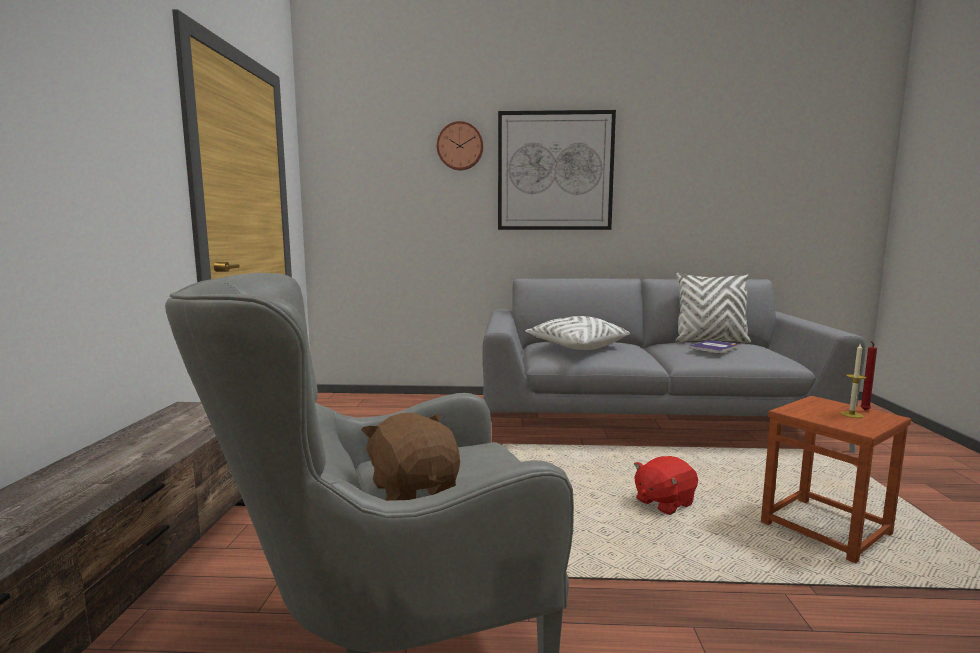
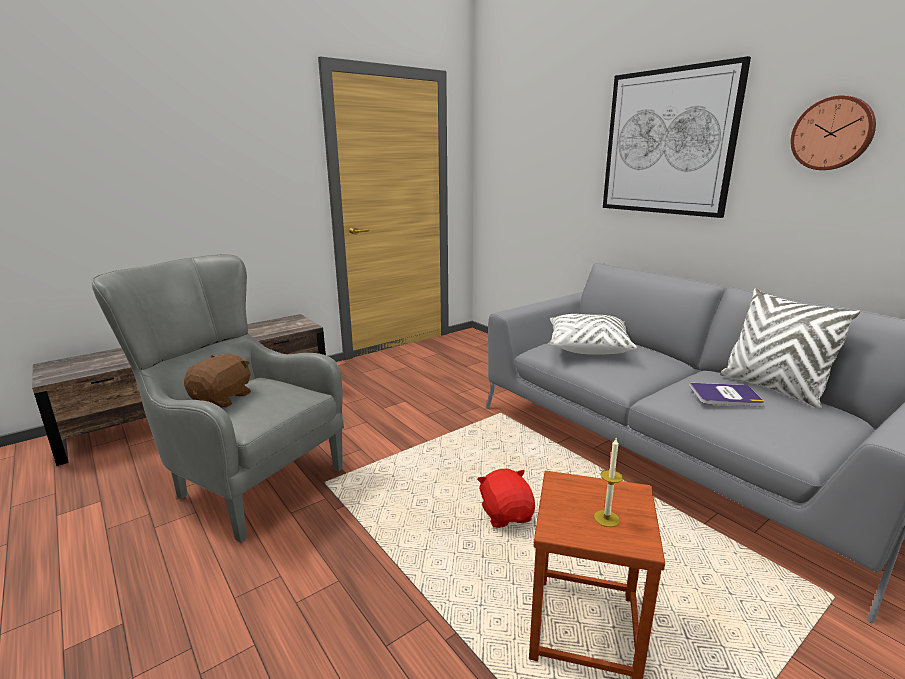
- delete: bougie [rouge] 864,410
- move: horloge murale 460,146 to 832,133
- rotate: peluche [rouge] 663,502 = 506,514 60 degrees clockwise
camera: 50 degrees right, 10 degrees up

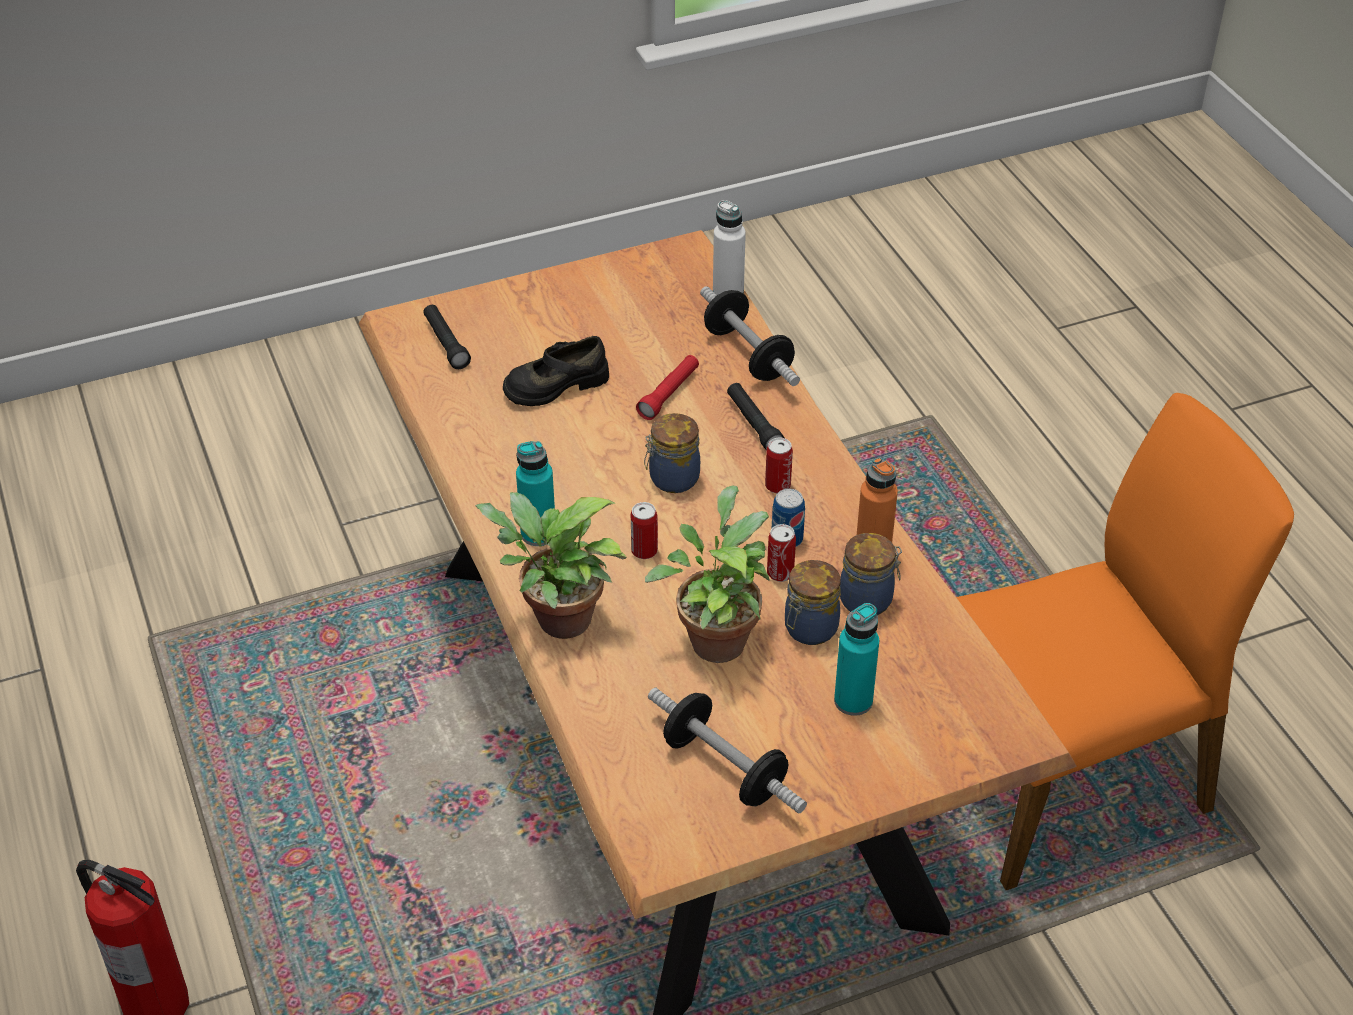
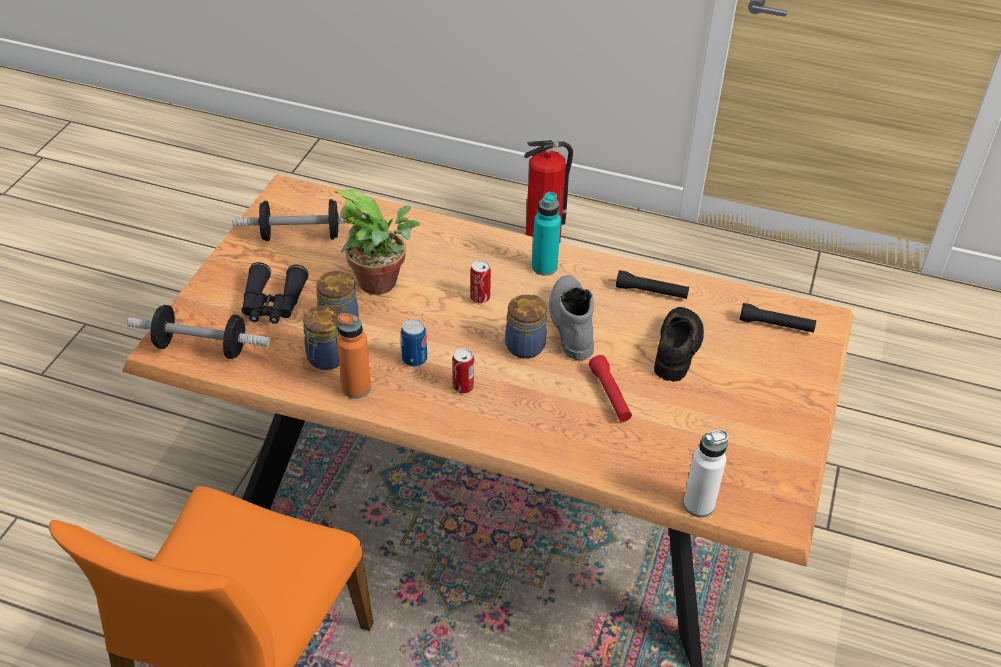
- delete: plante en pot 556,620
- delete: boîte métallique 780,573
- insert: botte [gris] 570,323
- move: haltère 748,354 to 201,347
- move: lampe de poche [noir] 754,424 to 651,292
- replace: bouteille [turquoise] 853,701 to jumelles [noir] 273,303
camera: 130 degrees right, 0 degrees up

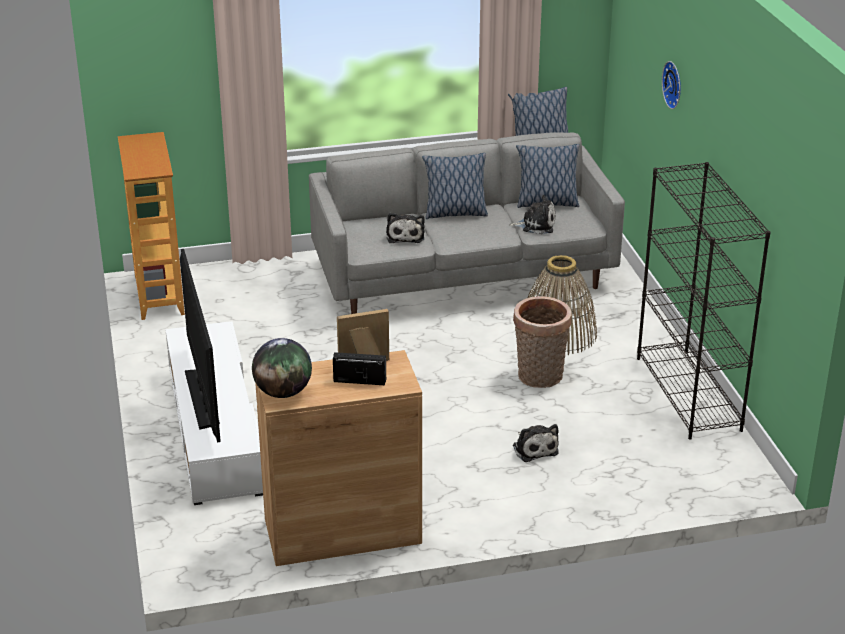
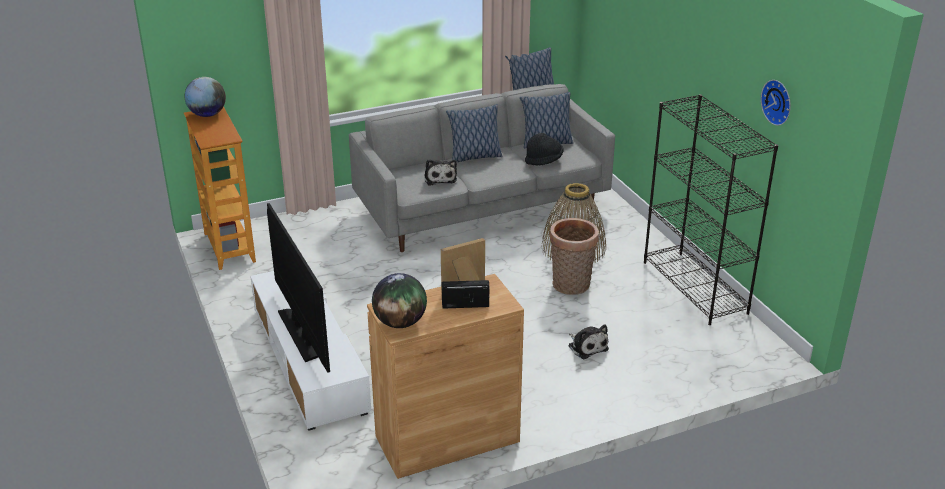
- insert: globe 207,115
- move: horloge murale 674,84 to 778,102
- replace: peluche 536,225 to chapeau [noir] 544,161
camera: 10 degrees left, 0 degrees up

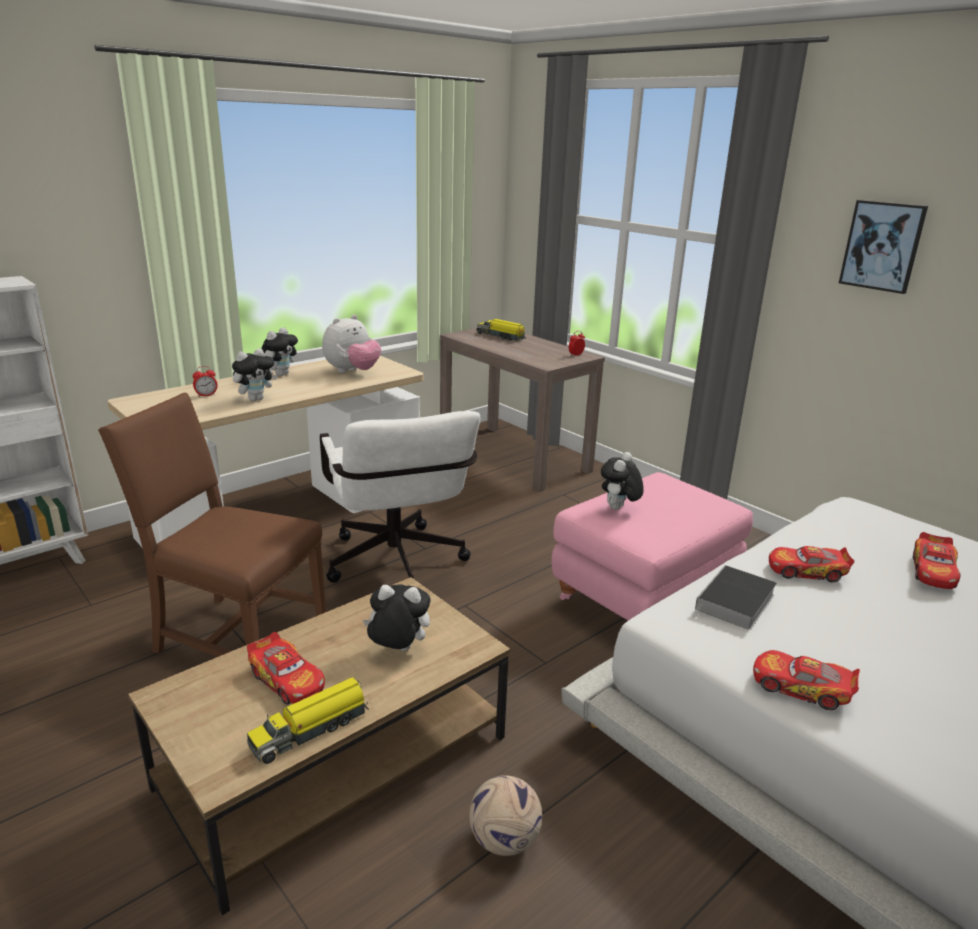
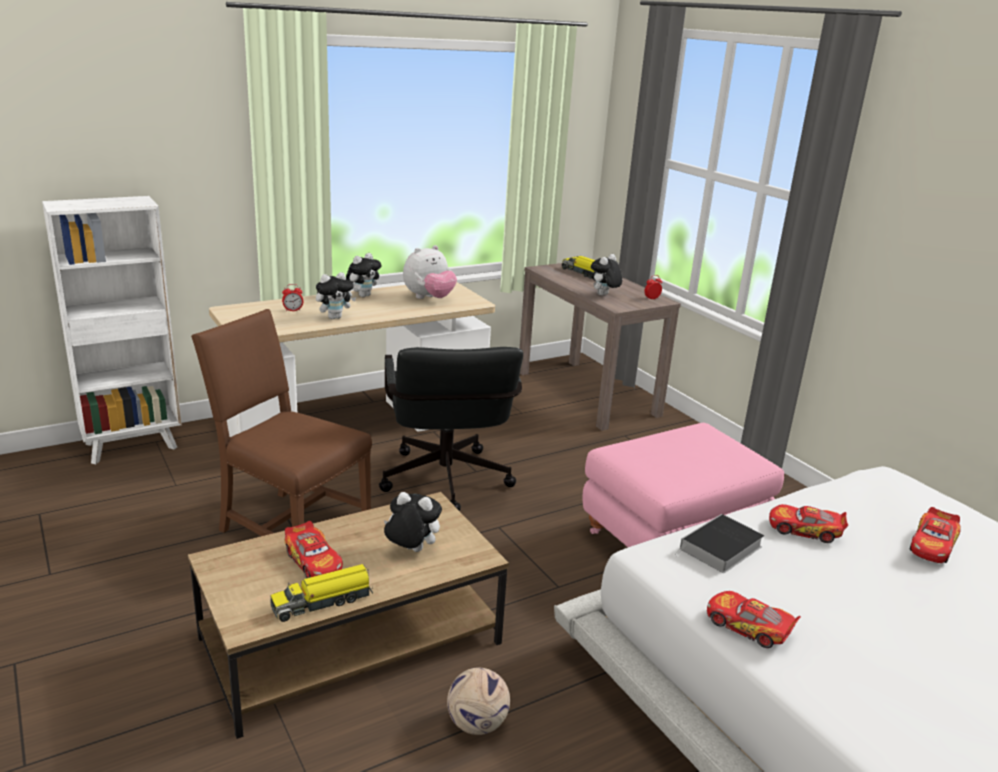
- delete: tableau 882,246
- move: peluche 618,509 to 603,295
- recolor: chaise de bureau [blanc] 398,567 to chaise de bureau [noir] 446,485
camera: 10 degrees right, 0 degrees up

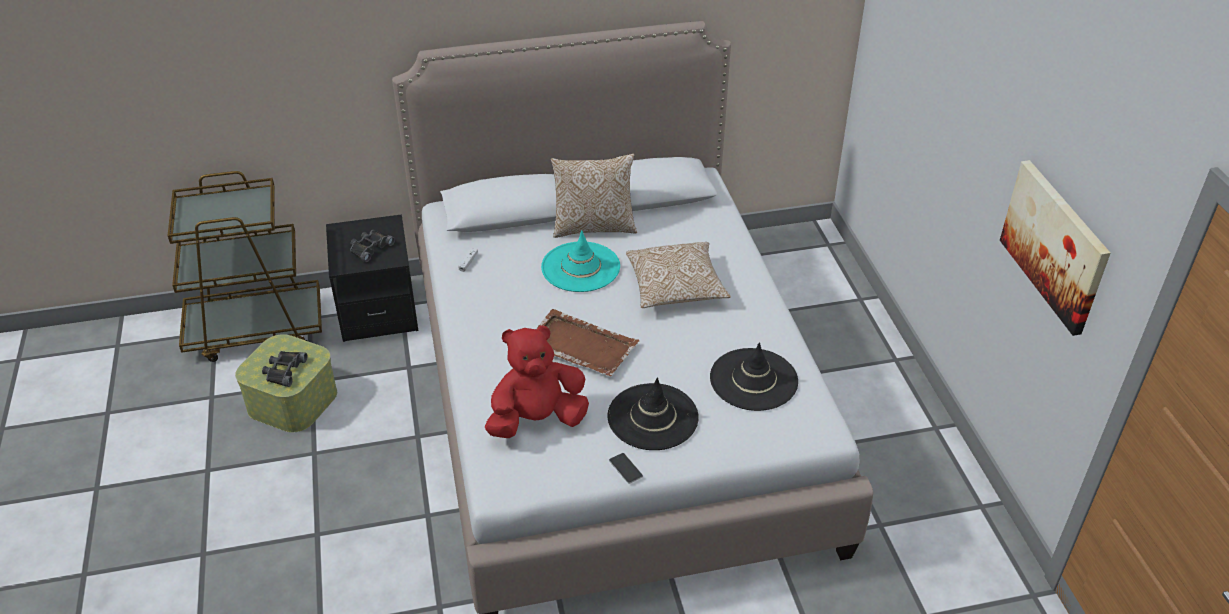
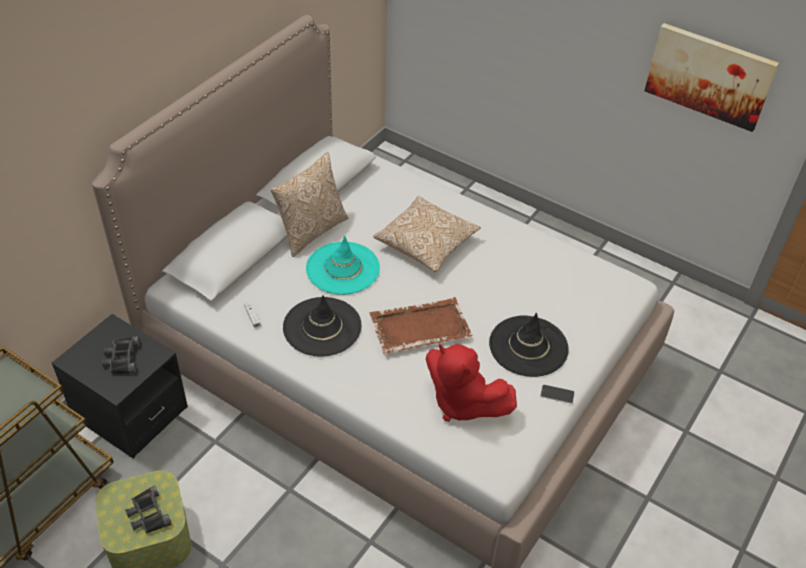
- move: chapeau [noir] 753,380 to 322,327
- rotate: peluche [rouge] 537,420 = 462,402 75 degrees counterclockwise
camera: 45 degrees left, 5 degrees up

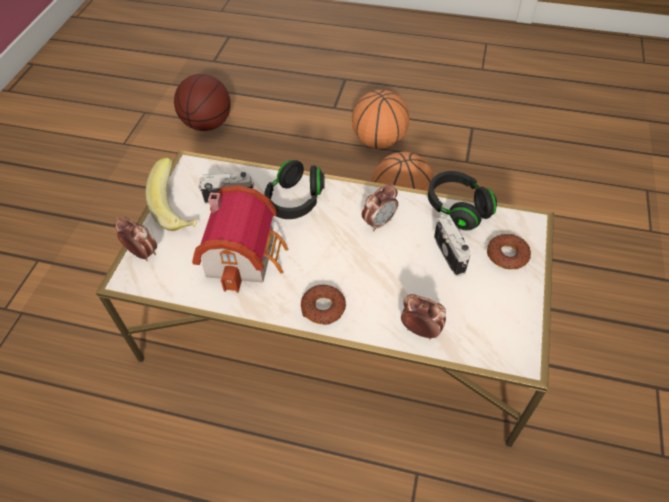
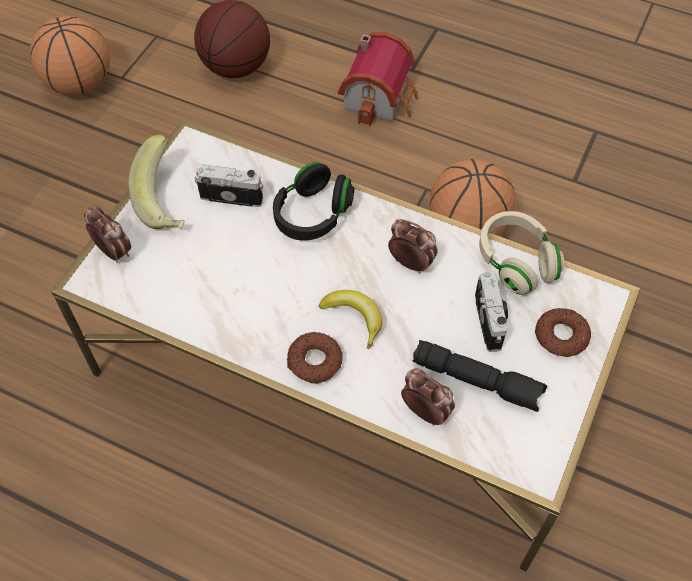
- insert: banane 354,317
- insert: lampe de poche [noir] 478,380
- move: maison miniature 246,255 to 380,97
- move: ballon de basket 379,141 to 79,84
- recolor: casque audio [noir] 458,208 to casque audio [beige] 516,262
- rotate: réveil 379,222 = 410,263 120 degrees counterclockwise
camera: 10 degrees right, 5 degrees up

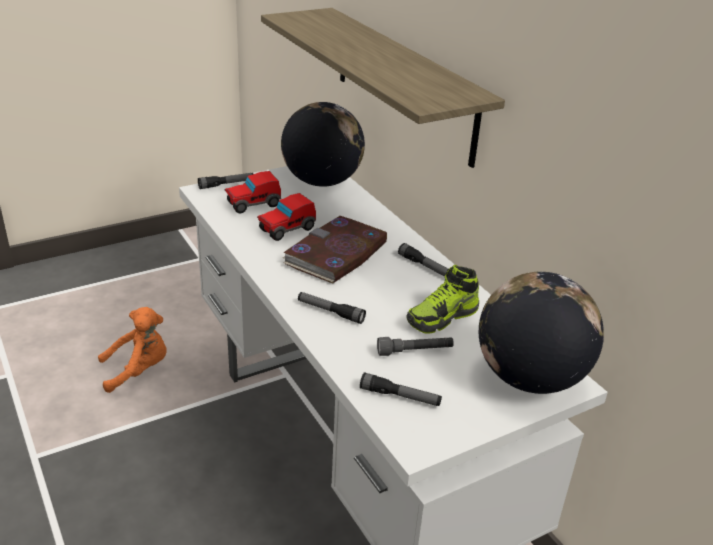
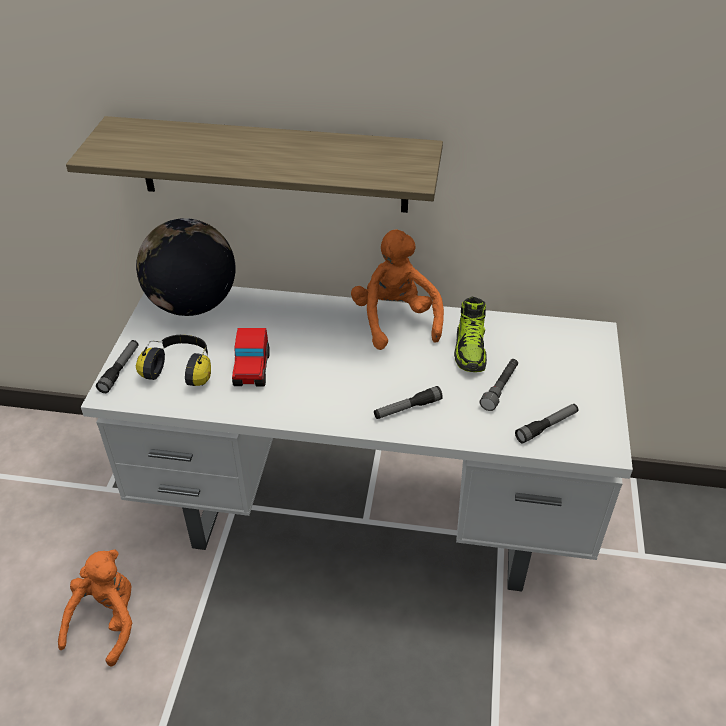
- delete: livre 336,254
- delete: globe 529,378
- replace: petite voiture 253,204 to casque audio 181,370
- replace: lampe de poche 425,267 to peluche [orange] 395,320
camera: 50 degrees left, 10 degrees up

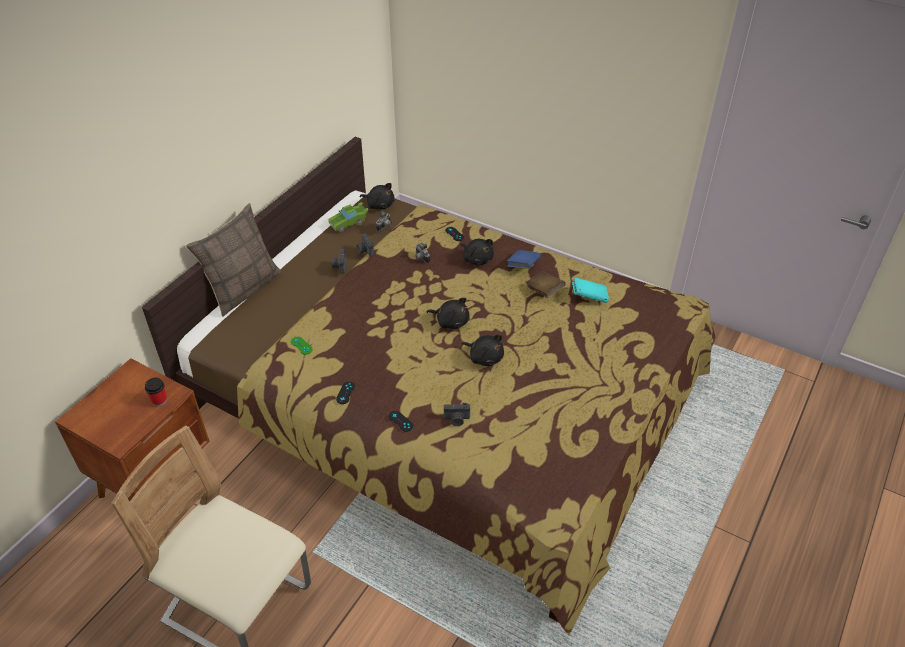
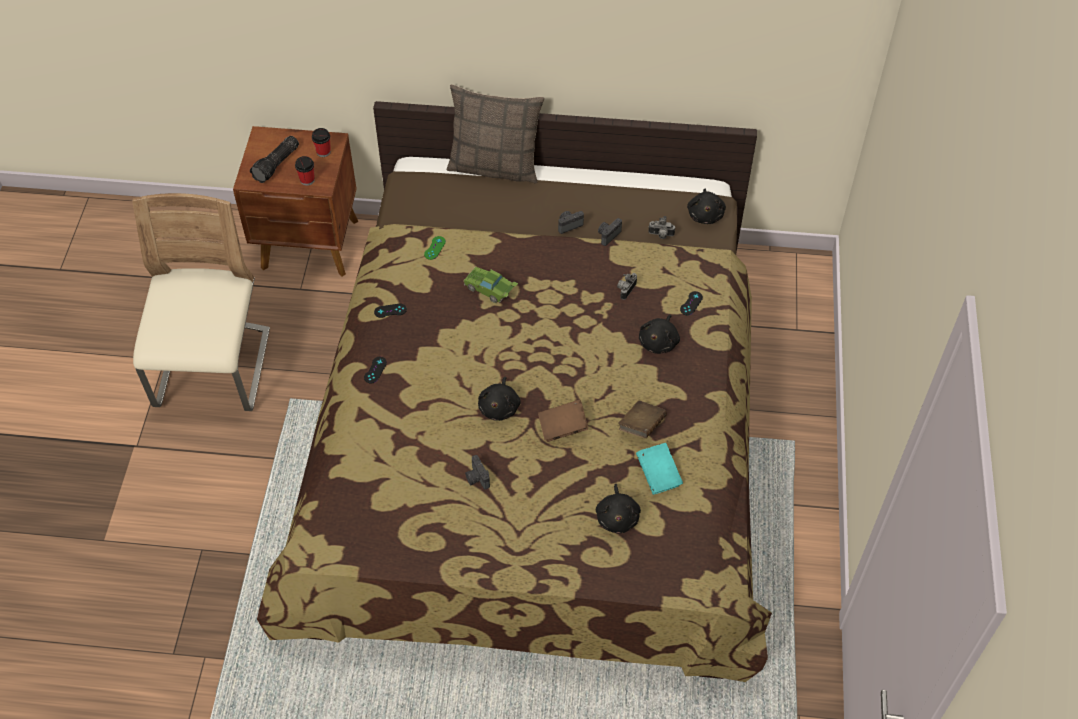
- delete: livre [bleu] 523,266
- insert: lampe de poche 277,165
- insert: tasse 323,152
- insert: livre [marron] 562,427
- move: petite voiture [vert] 349,223 to 491,290
- move: peluche [noir] 451,321 to 617,517
- move: appareil photo 457,420 to 476,478
camera: 65 degrees right, 10 degrees up

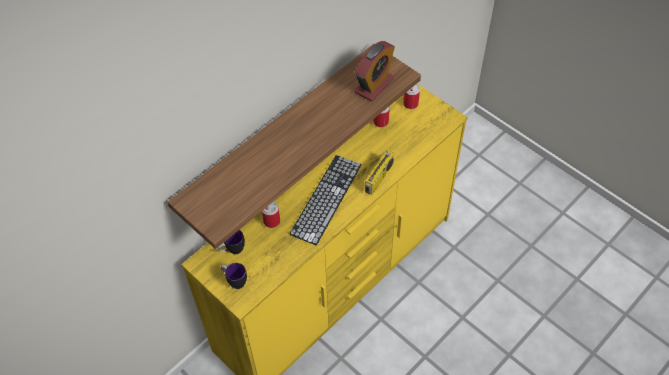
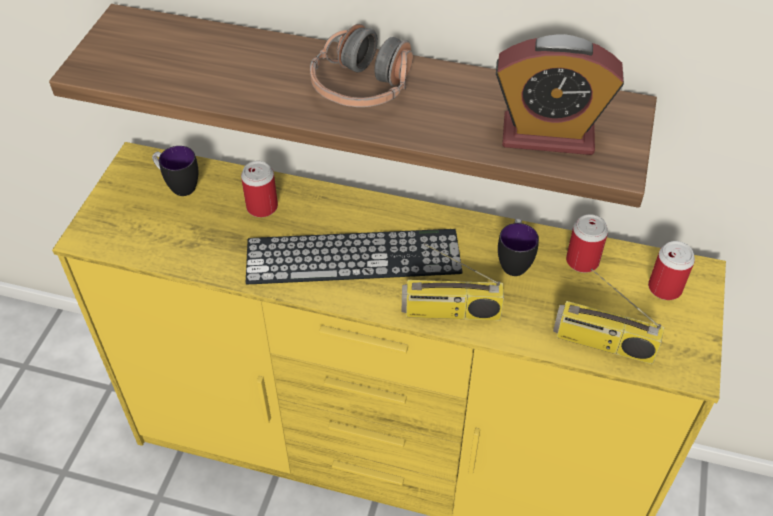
- insert: casque audio 362,87
- insert: radio 603,344
- move: mug 235,281 to 514,261
camera: 60 degrees right, 5 degrees down

